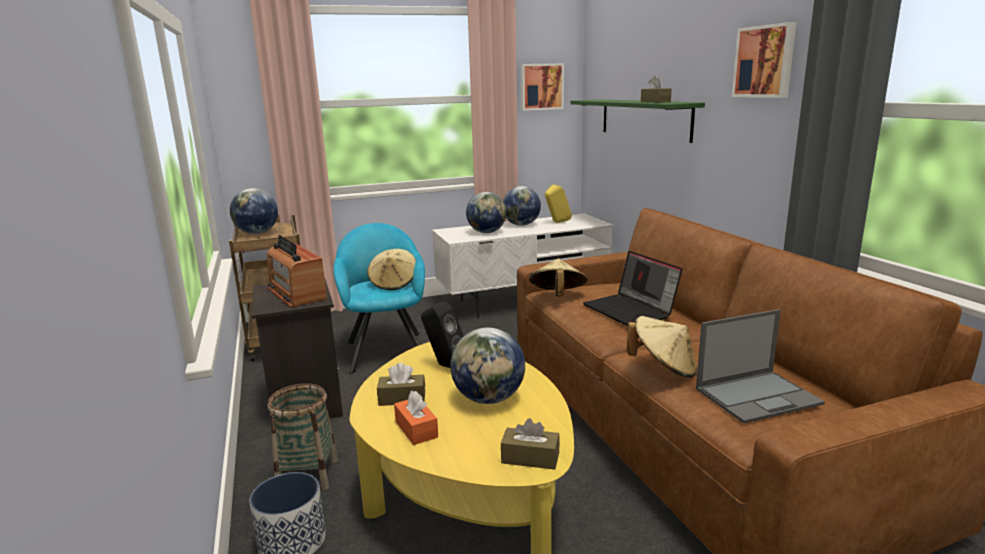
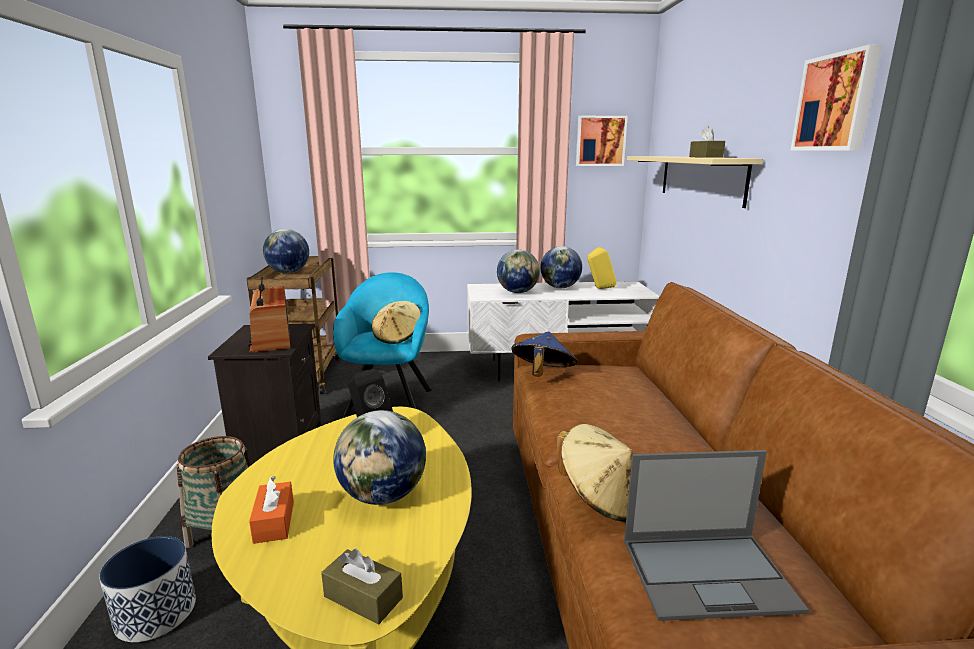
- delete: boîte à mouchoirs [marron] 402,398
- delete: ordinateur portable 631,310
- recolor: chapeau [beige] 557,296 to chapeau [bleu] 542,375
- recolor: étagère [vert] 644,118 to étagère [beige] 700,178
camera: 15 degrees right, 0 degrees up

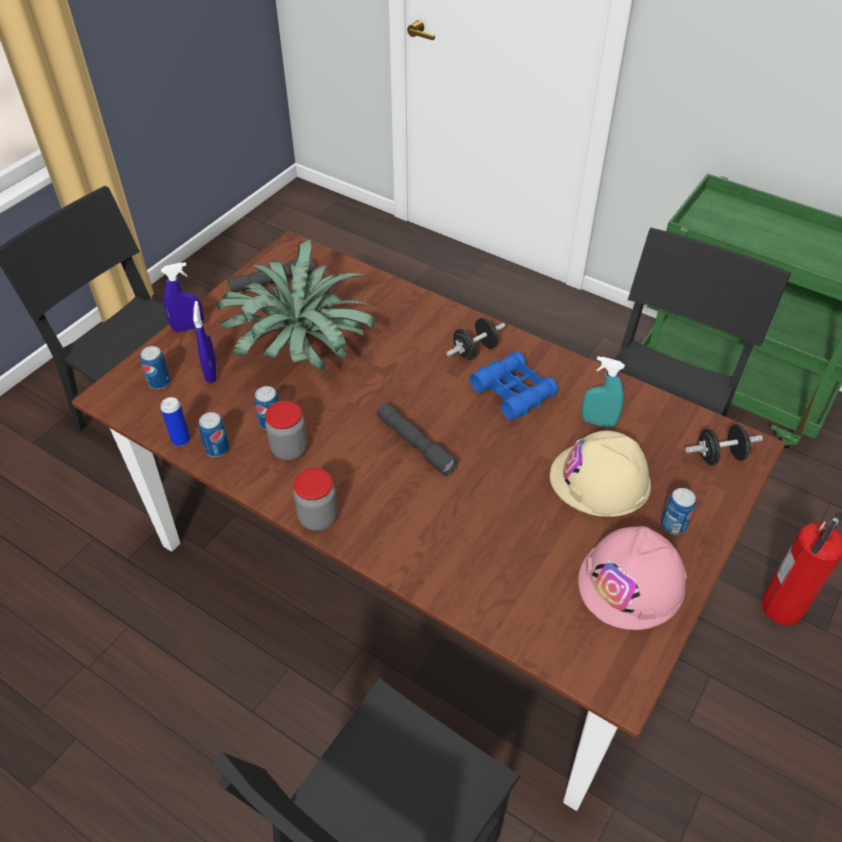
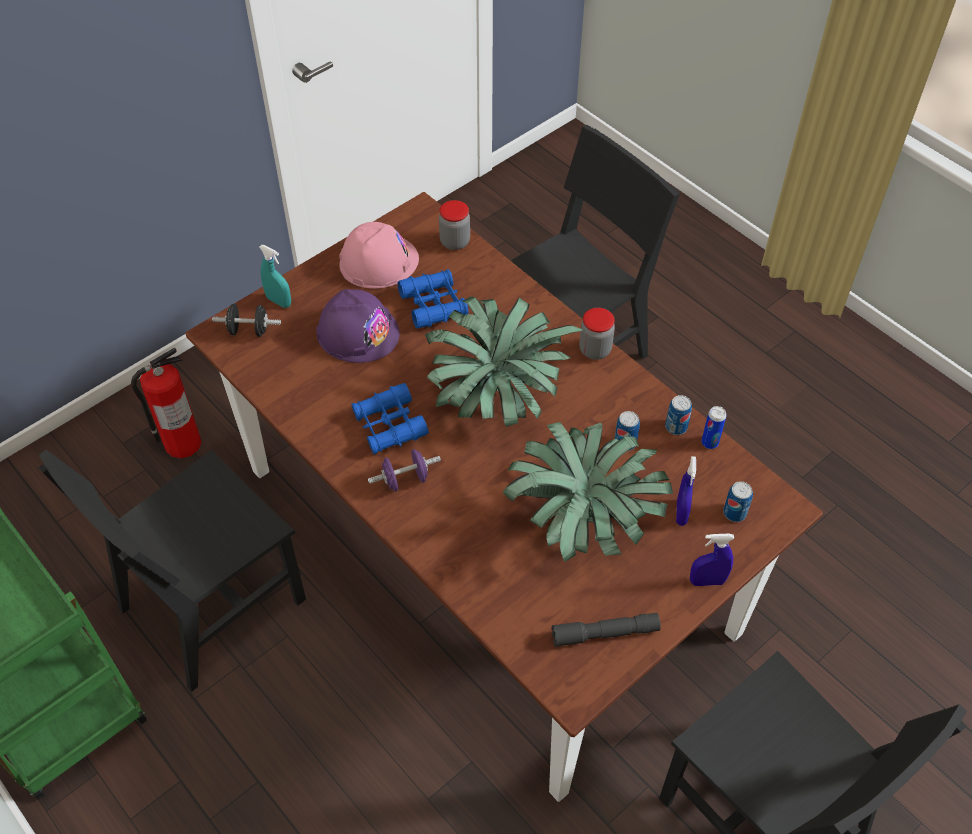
- delete: boîte métallique 673,525
- insert: jumelles [bleu] 433,305
- move: bocal 289,449 to 455,242
- move: vaporisateur [turquoise] 598,422 to 279,301
- replace: lampe de poche [gris] 415,444 to plante en pot 498,394
- recolor: haltère [noir] 474,351 to haltère [violet] 405,480
- recolor: casque de chantier [beige] 600,480 to casque de chantier [violet] 357,332
camera: 165 degrees left, 5 degrees up

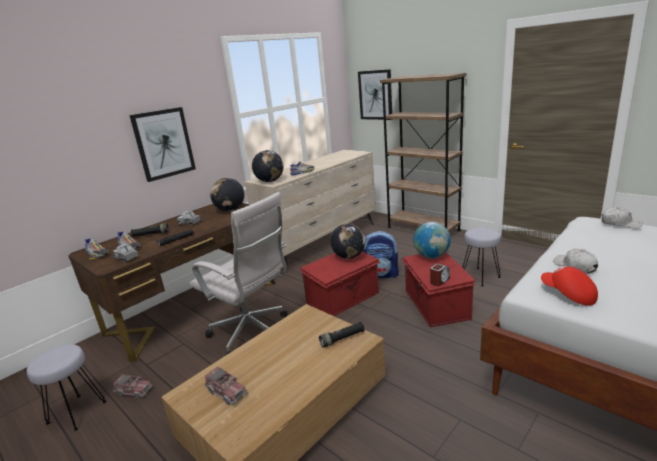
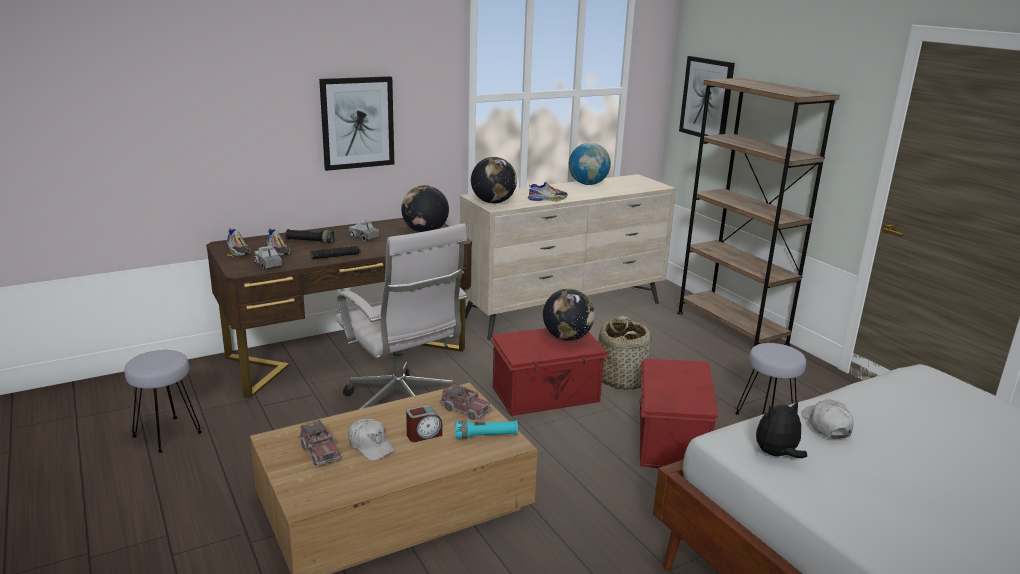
- move: camion jouet 134,391 to 465,410
- move: globe 431,256 to 588,184
- move: réveil 439,281 to 424,435
- move: casquette [blanc] 620,223 to 371,446
- replace: sac à dos 381,274 to panier 621,378
- replace: casquette [rouge] 568,295 to peluche 776,455
- recolor: lampe de poche [noir] 342,339 to lampe de poche [turquoise] 486,436
camera: 15 degrees right, 0 degrees up

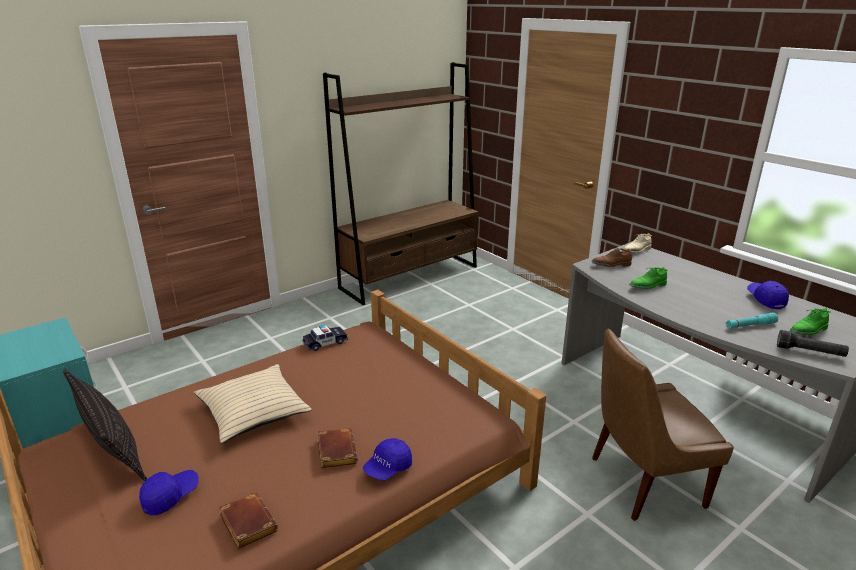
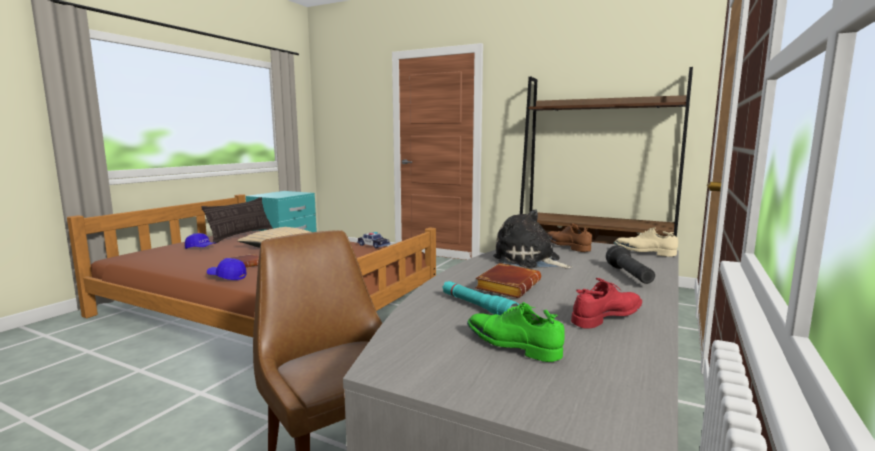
- move: livre [marron] 246,523 to 507,286
- move: lampe de poche [noir] 809,352 to 629,276
- replace: chaussure [vert] 648,286 to peluche 529,260
- replace: casquette [bleu] 765,300 to chaussure [rouge] 606,317
camera: 65 degrees right, 15 degrees down

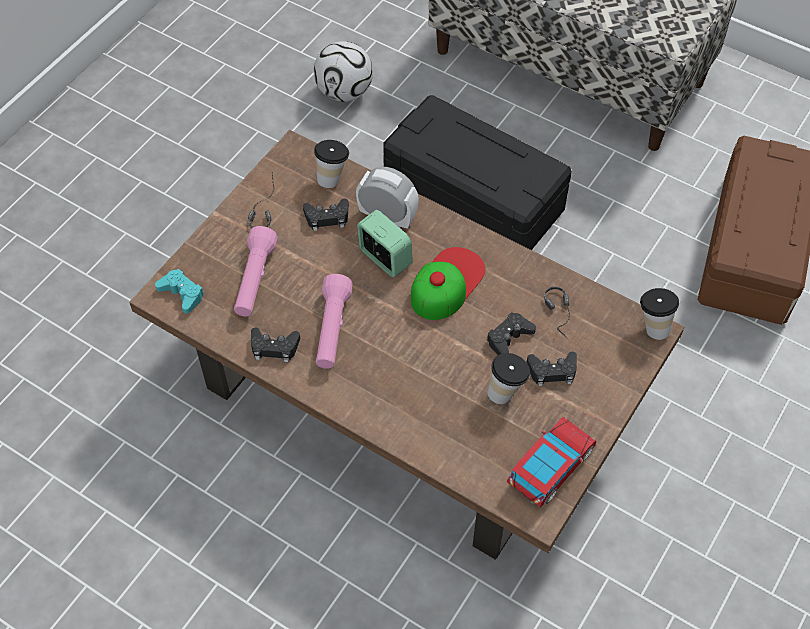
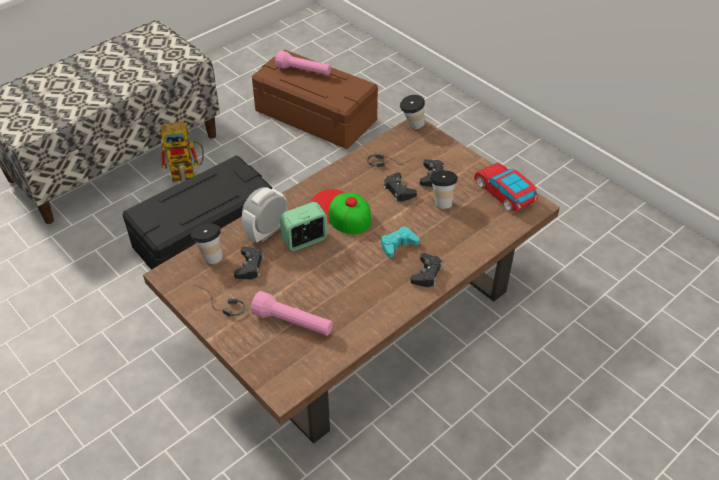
- delete: ballon de foot 344,92
- insert: robot jouet 189,173
- move: manette [turquoise] 182,293 to 398,245
- move: manette [noir] 274,347 to 426,274
- move: lampe de poche [rose] 332,330 to 304,71
camera: 75 degrees left, 10 degrees down

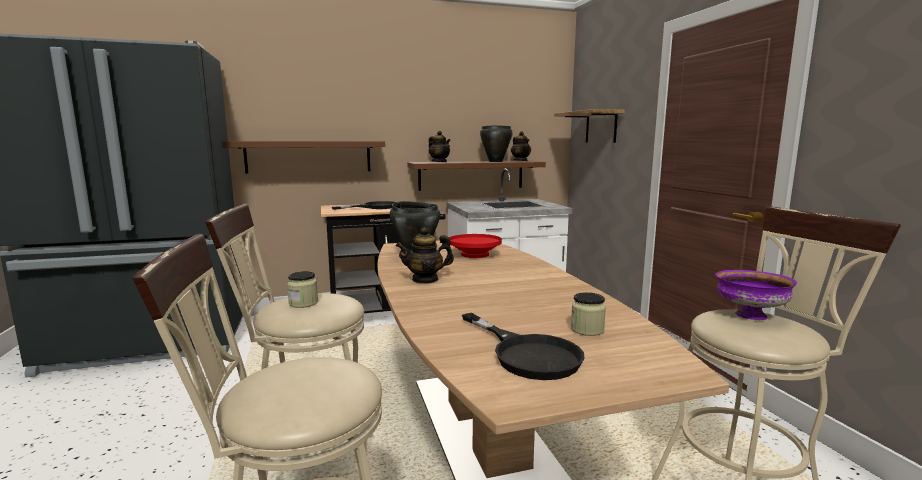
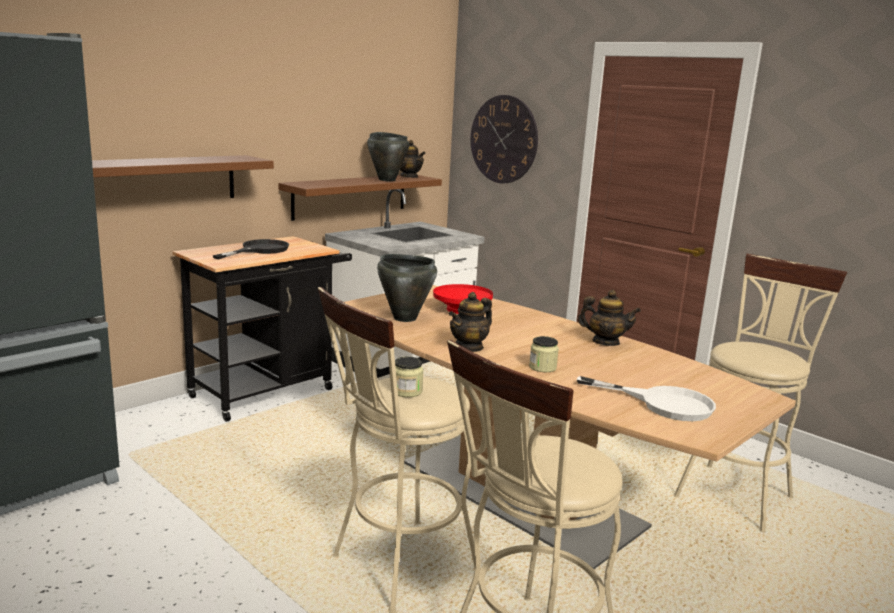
- delete: bol [violet] 749,315
- move: théière 439,162 to 605,342
- move: bocal 587,329 to 542,367
- replace: étagère 601,127 to horloge murale 503,139
- recolor: poêle [noir] 527,353 to poêle [blanc] 662,403
camera: 30 degrees left, 5 degrees up

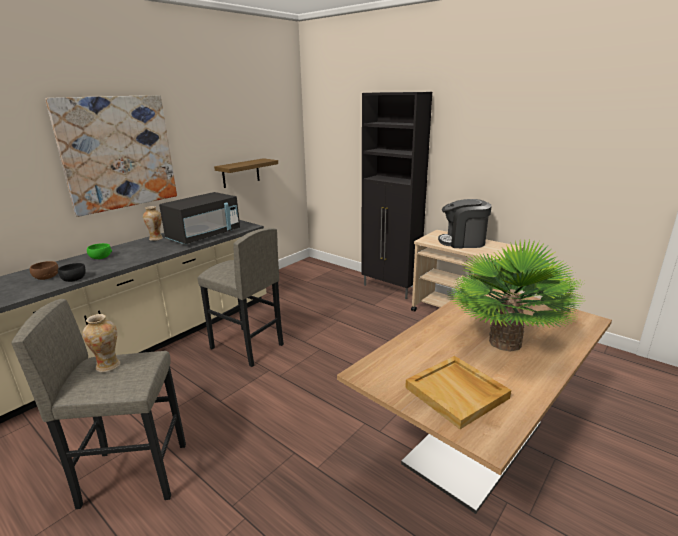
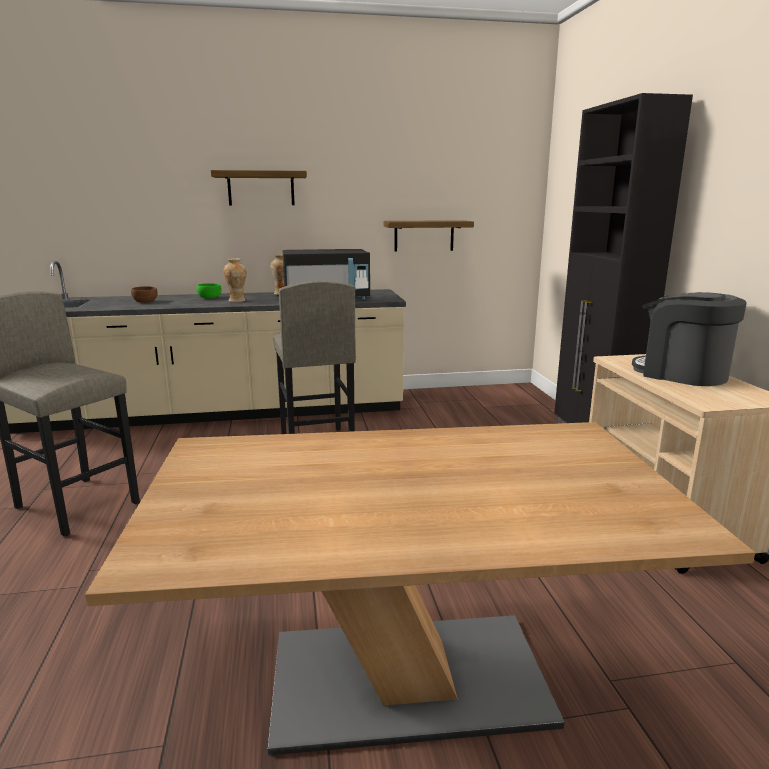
- delete: bol [noir] 74,279
- delete: plateau [beige] 457,393
- delete: plante en pot 504,342
- move: vase 108,366 to 237,301
- replace: tableau 118,153 to étagère 261,188
camera: 40 degrees right, 5 degrees down

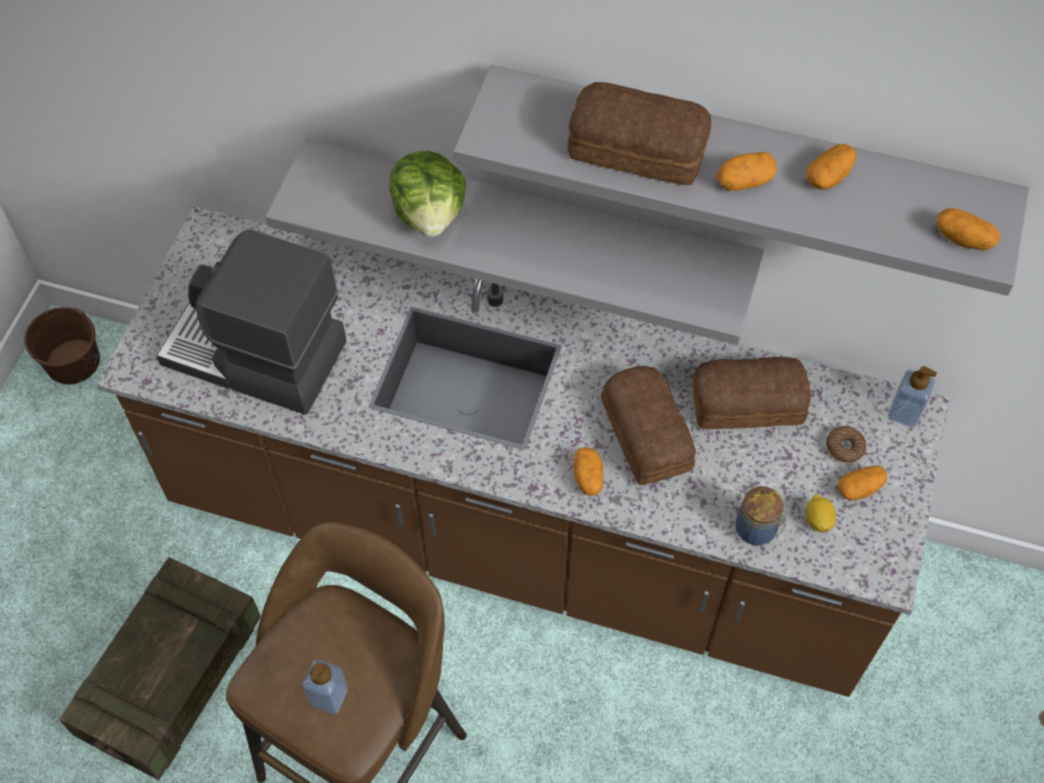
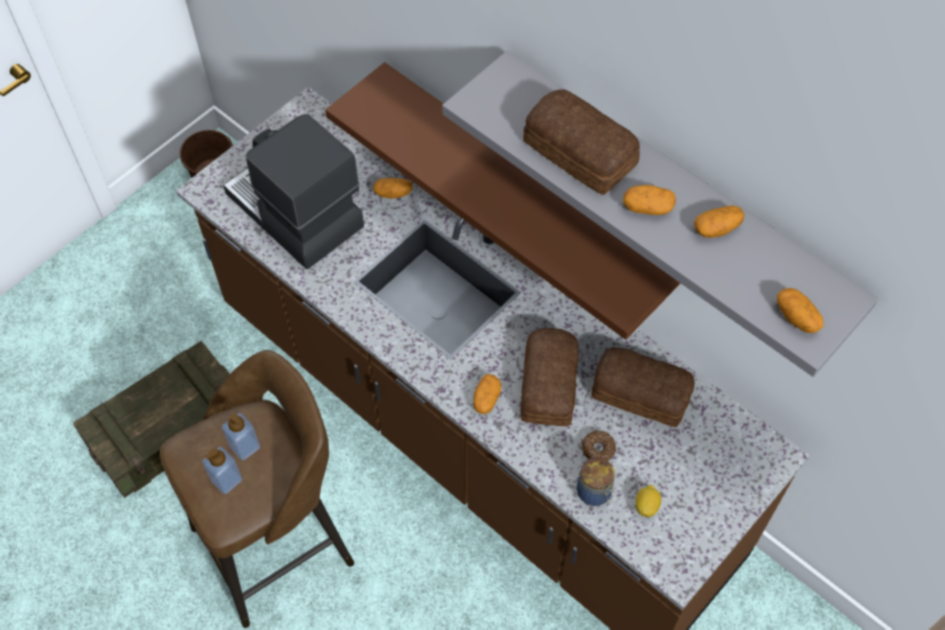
- delete: laitue 430,214
- move: beignet 844,447 to 598,449
- move: pomme de terre 859,488 to 393,193
- move: distributeur de savon 904,413 to 245,446
- recolor: étagère [gris] 528,220 to étagère [marron] 525,184
camera: 25 degrees right, 0 degrees up

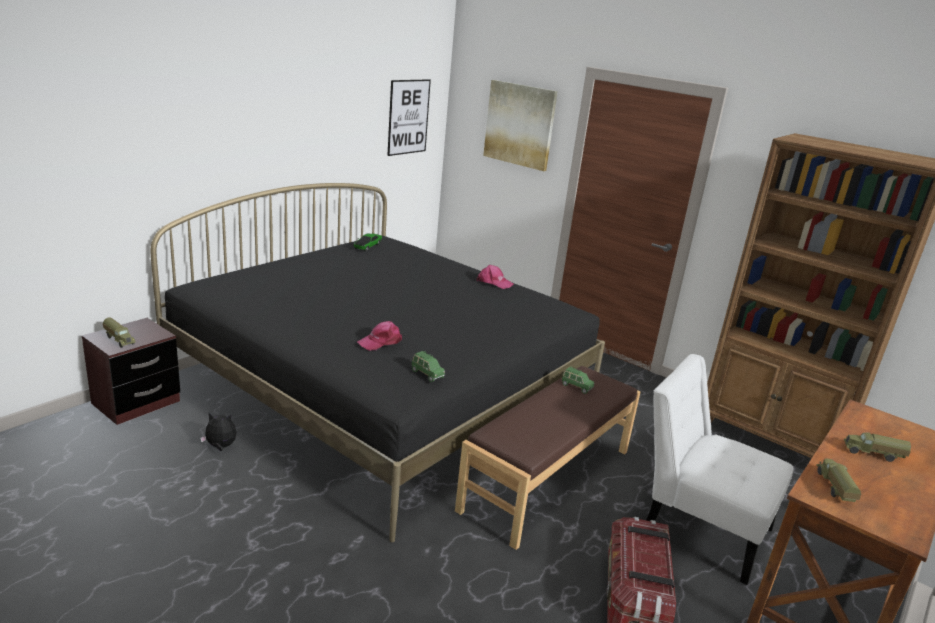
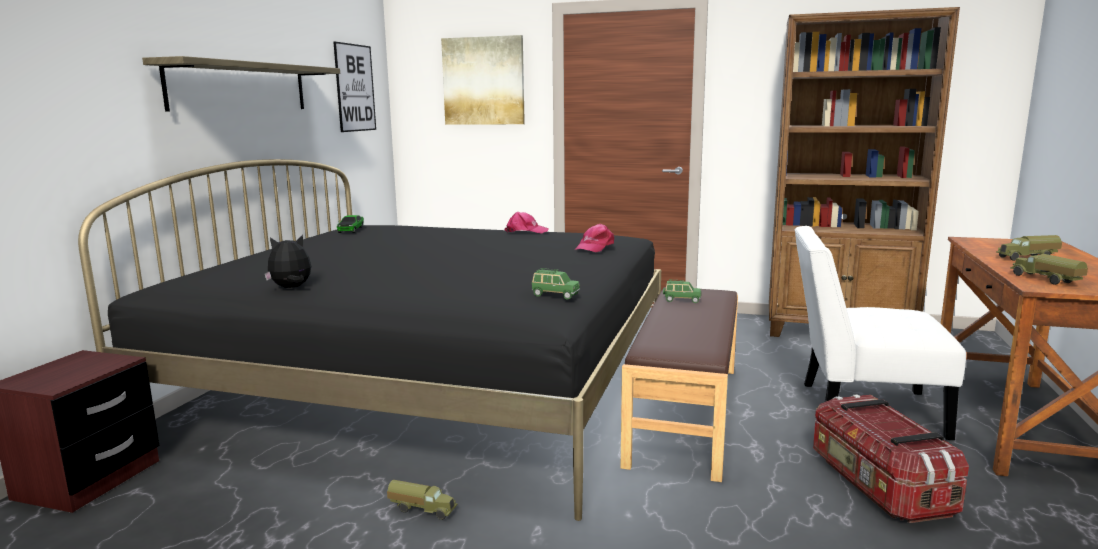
- insert: étagère 240,87
- move: camion jouet 120,340 to 423,509
- move: peluche 220,447 to 291,288
- move: casquette [rose] 381,342 to 595,247
camera: 20 degrees left, 10 degrees down

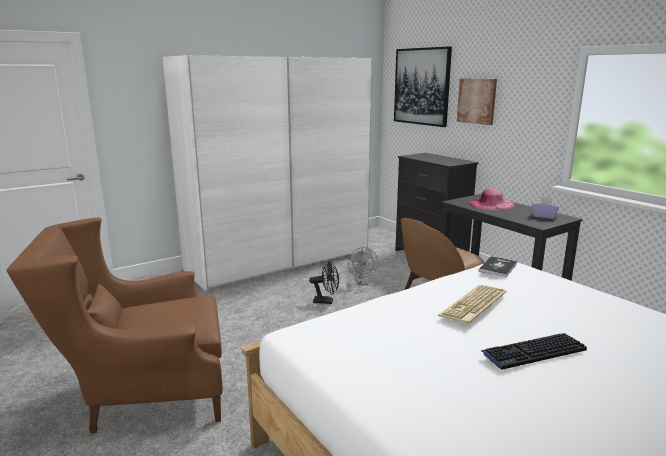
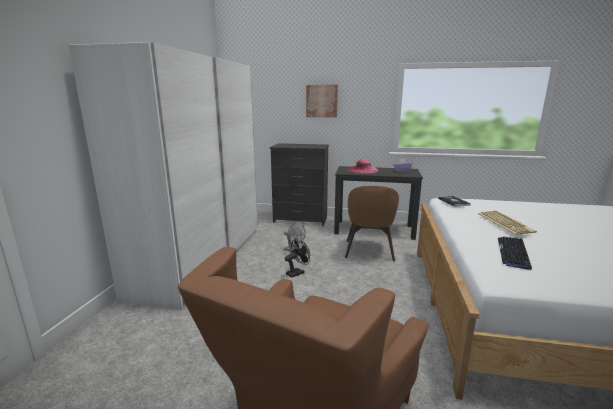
- delete: tableau 421,86
- move: clavier 533,352 to 513,253
camera: 45 degrees left, 0 degrees up

